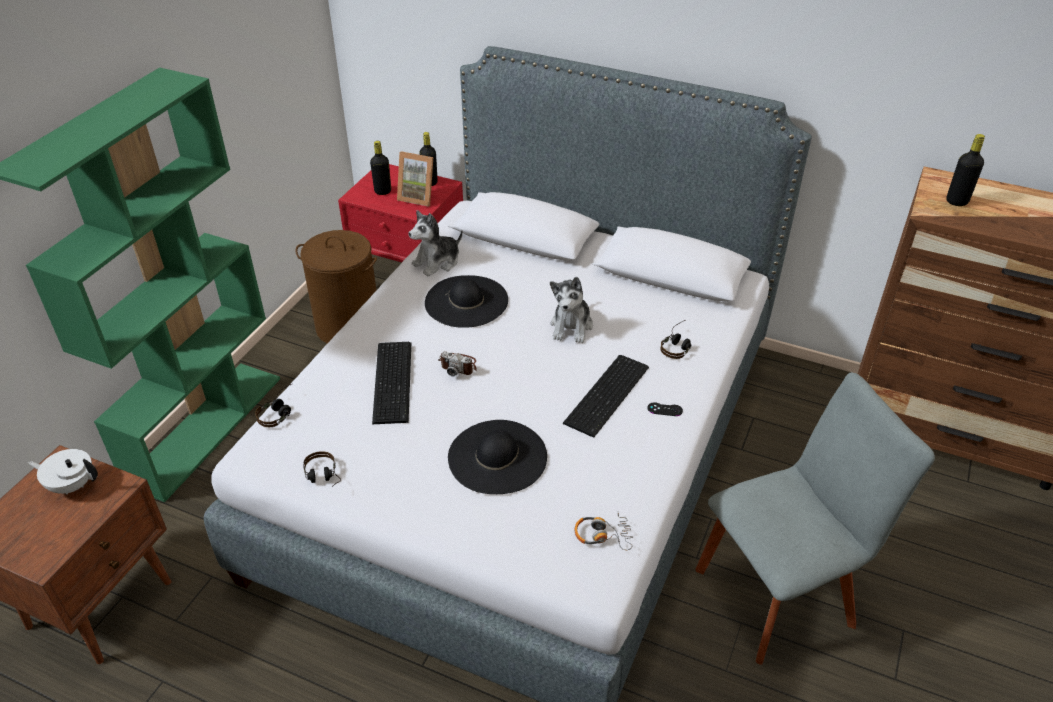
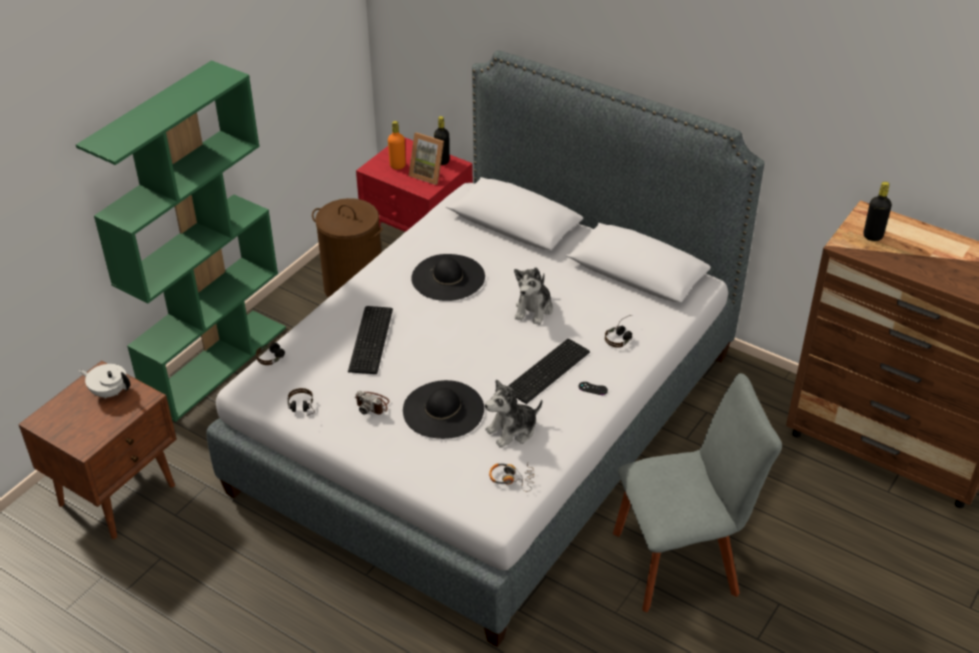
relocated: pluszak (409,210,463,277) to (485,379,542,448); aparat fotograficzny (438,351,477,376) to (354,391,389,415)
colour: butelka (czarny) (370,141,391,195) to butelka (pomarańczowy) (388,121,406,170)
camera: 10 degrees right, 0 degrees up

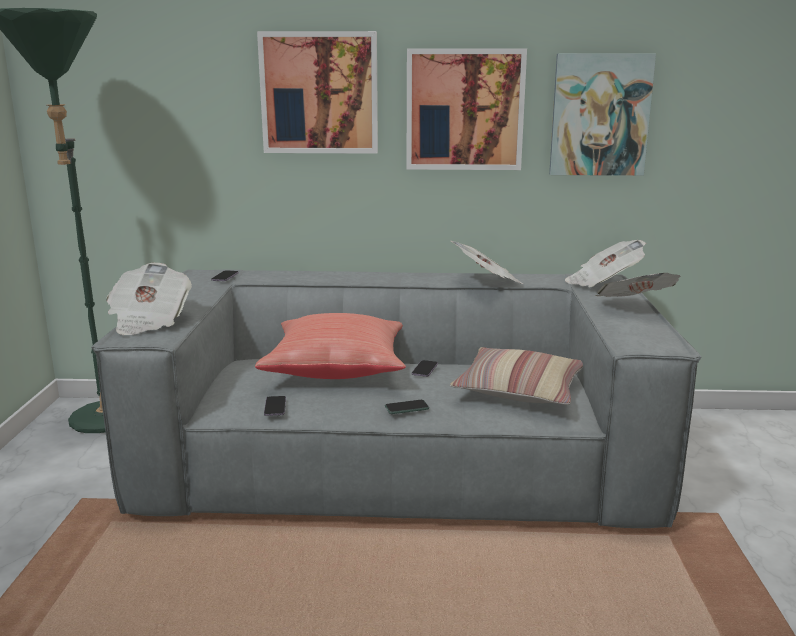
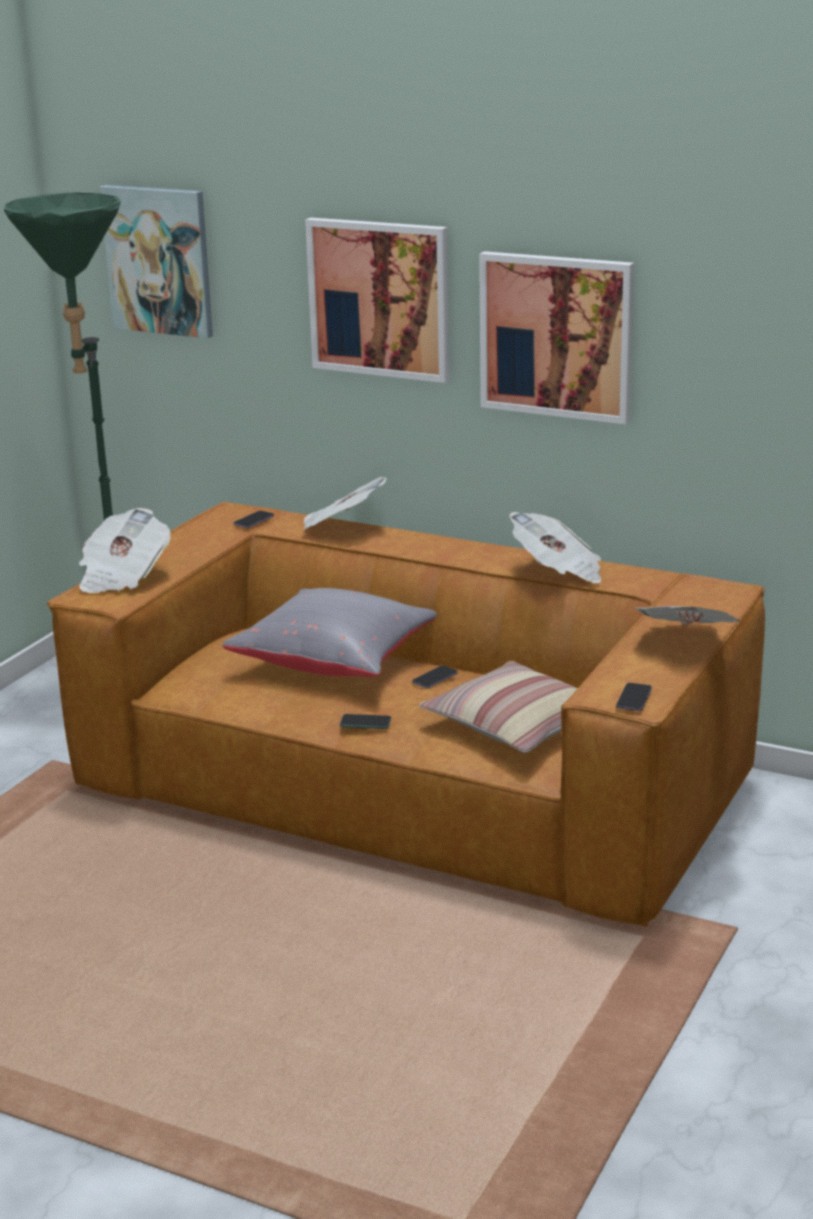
relocated: telefon (264,396,286,416) to (616,683,652,711); obraz (549,54,656,176) to (100,185,213,338); gazeta (565,240,646,287) to (303,476,387,530)
colour: kanapa (szary) (91,269,701,528) to kanapa (brązowy) (47,502,765,927); poduszka (czerwony) (255,313,406,379) to poduszka (szary) (222,588,437,677)
camera: 25 degrees right, 5 degrees up

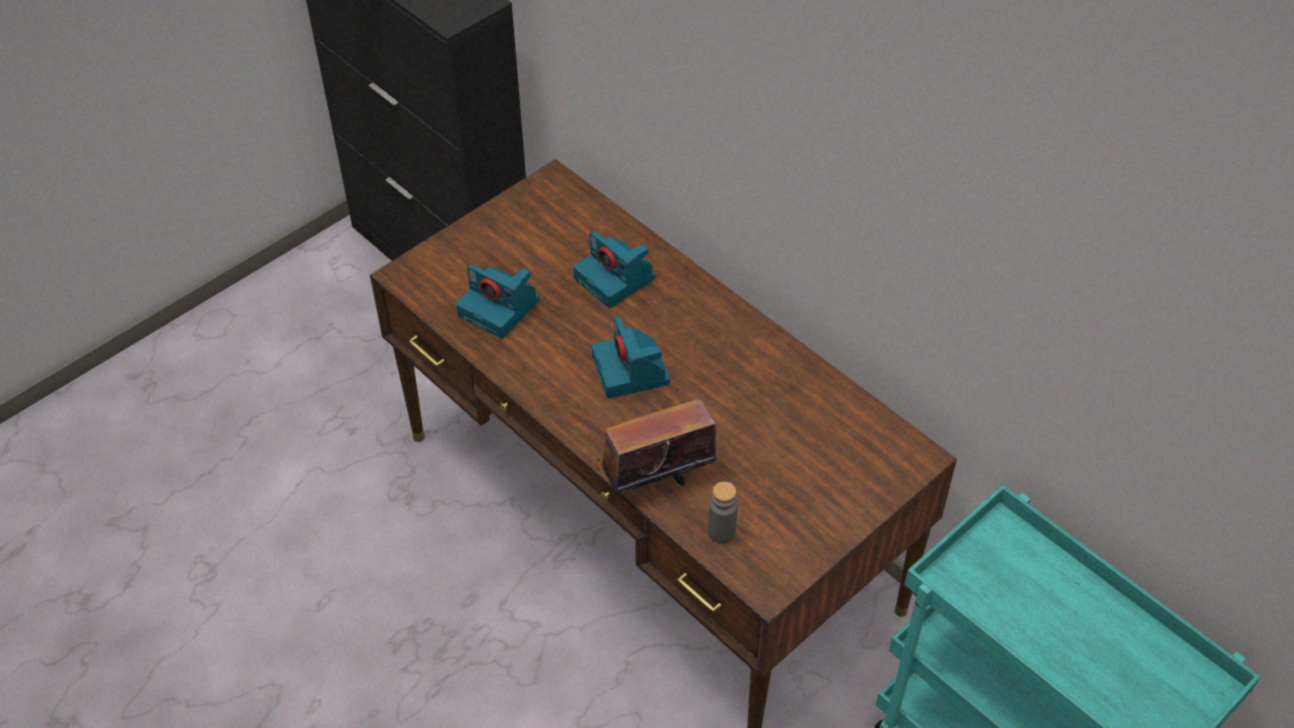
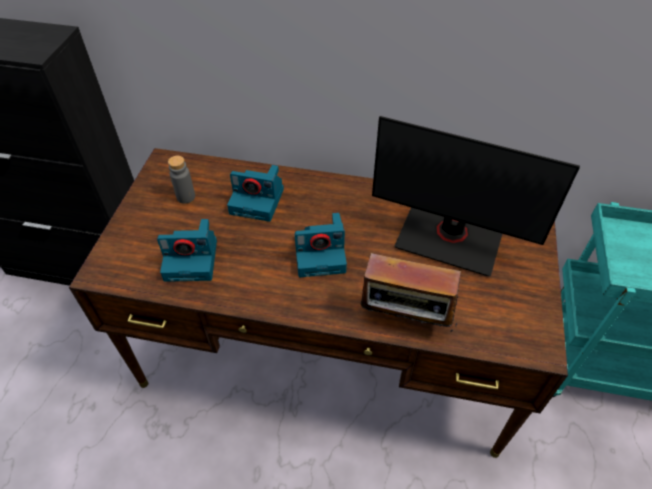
appeared: monitor (372,116,580,276)
relocated: butelka (szary) (708,482,738,544) to (168,156,195,204)
spun: aparat fotograficzny (592,316,670,399) = (295,212,347,277) 45 degrees counterclockwise; radio (596,389,728,492) = (361,253,461,334) 105 degrees counterclockwise
camera: 35 degrees left, 0 degrees up

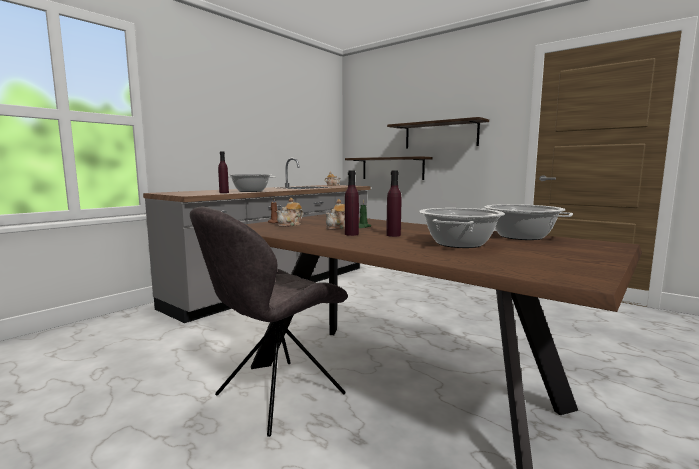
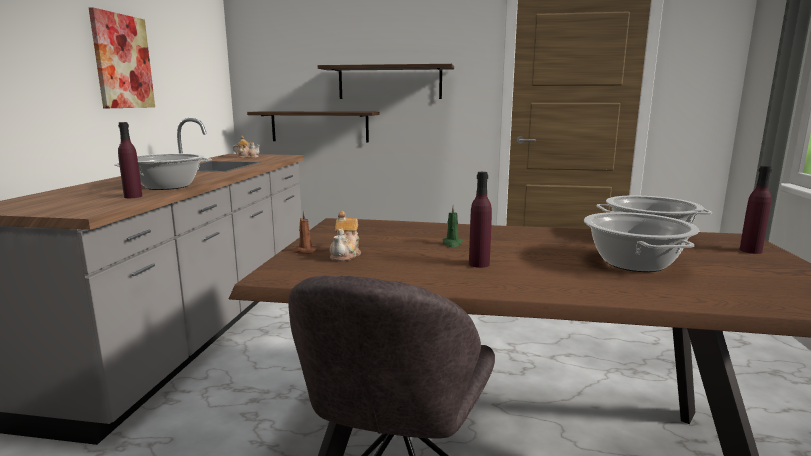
missing: imbryk (325,199,345,230)
appeared: obraz (89,7,155,108)
relocated: butelka (fioletowy) (386,170,401,237) to (740,166,772,254)
camera: 30 degrees left, 5 degrees up

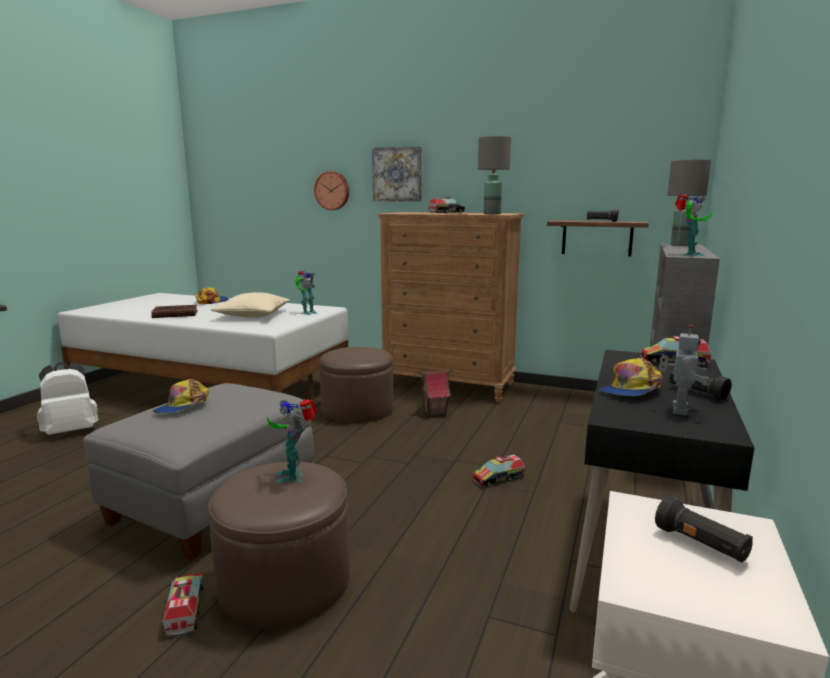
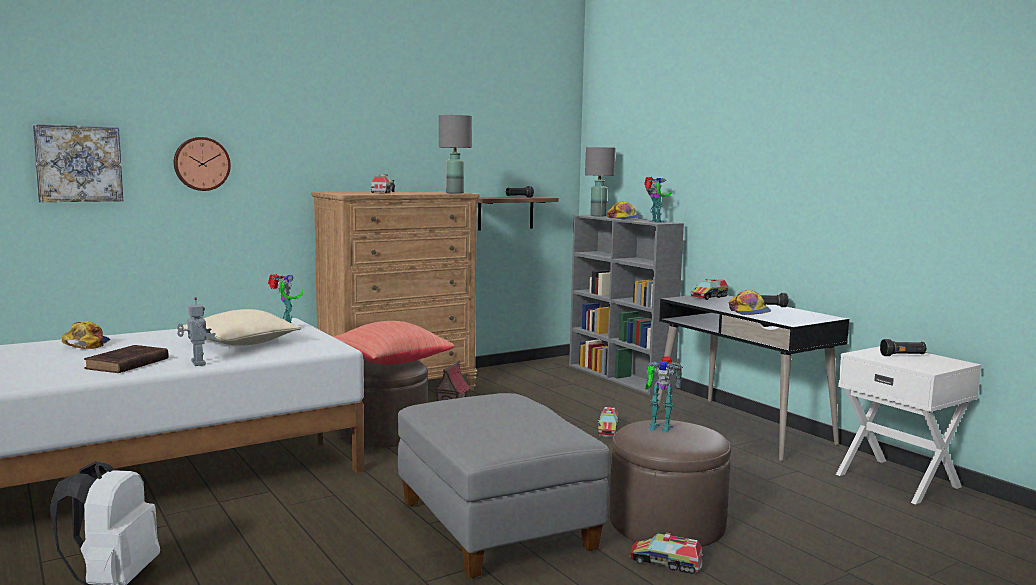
appeared: poduszka (czerwony) (333,321,454,365)
relocated: czapka z daszkiem (153,379,209,413) to (607,201,643,219); obraz (372,146,422,201) to (33,124,123,202); robot zabawkowy (659,325,709,416) to (177,297,216,366)
camera: 55 degrees left, 5 degrees down

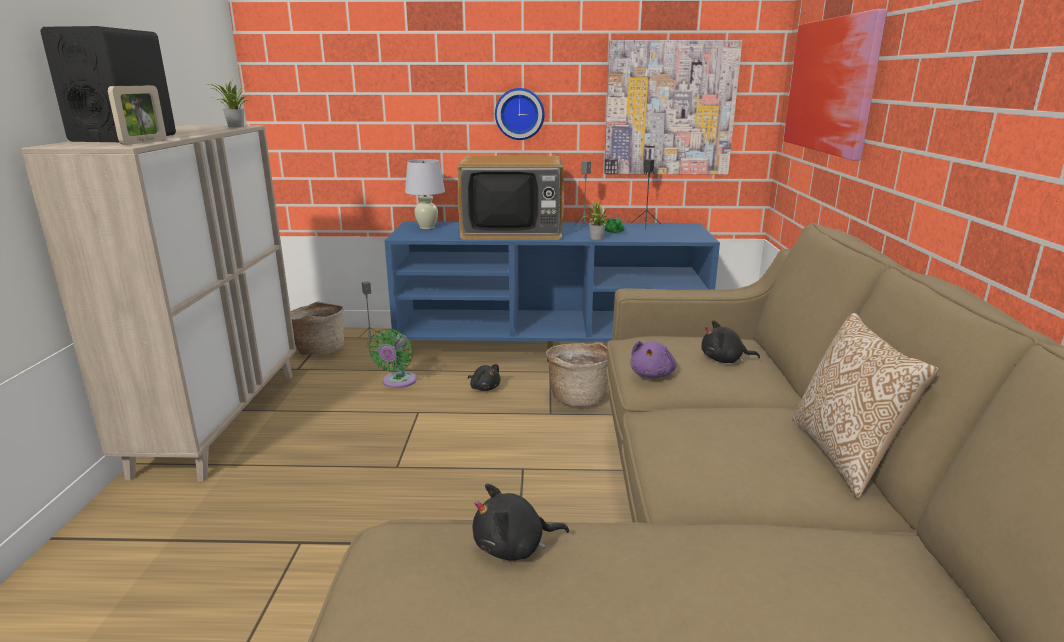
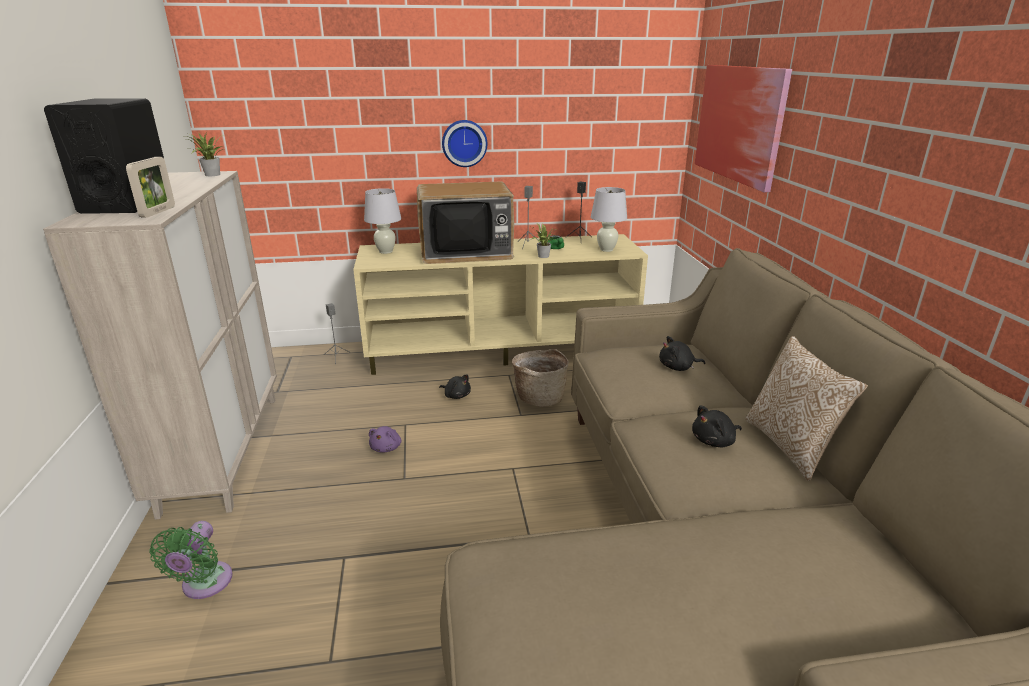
missing: koszyk (291,301,344,356); obraz (604,40,742,175)
appeared: lampa stołowa (biały) (591,187,627,252)
relocated: wentylator (zielony) (368,328,416,388) to (149,521,233,599); pluszak (czarny) (473,484,569,561) to (692,406,742,447); pluszak (fioletowy) (630,341,677,378) to (369,426,401,453)
colour: szafka pod telewizor (niebieski) (385,221,720,362) to szafka pod telewizor (beżowy) (353,234,648,375)
camera: 10 degrees left, 5 degrees up

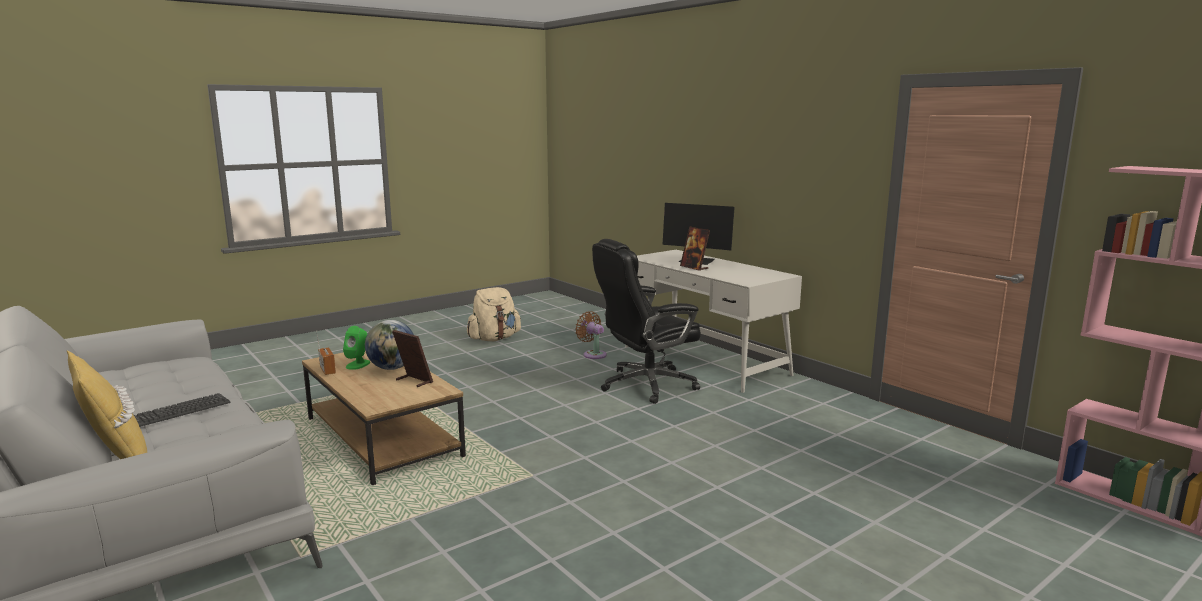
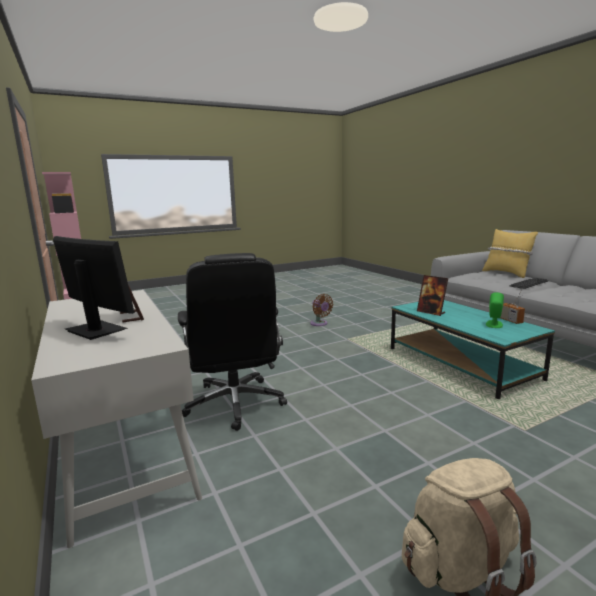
missing: globus (365,320,414,370)
relocated: wentylator (brązowy) (575,311,607,359) to (310,294,333,326)
colour: ława (brązowy) (302,351,466,485) to ława (turkusowy) (391,300,555,399)
spun: krzesło biurowe (czarny) (592,239,701,404) = (178,253,287,431) 90 degrees clockwise
camera: 170 degrees left, 0 degrees up

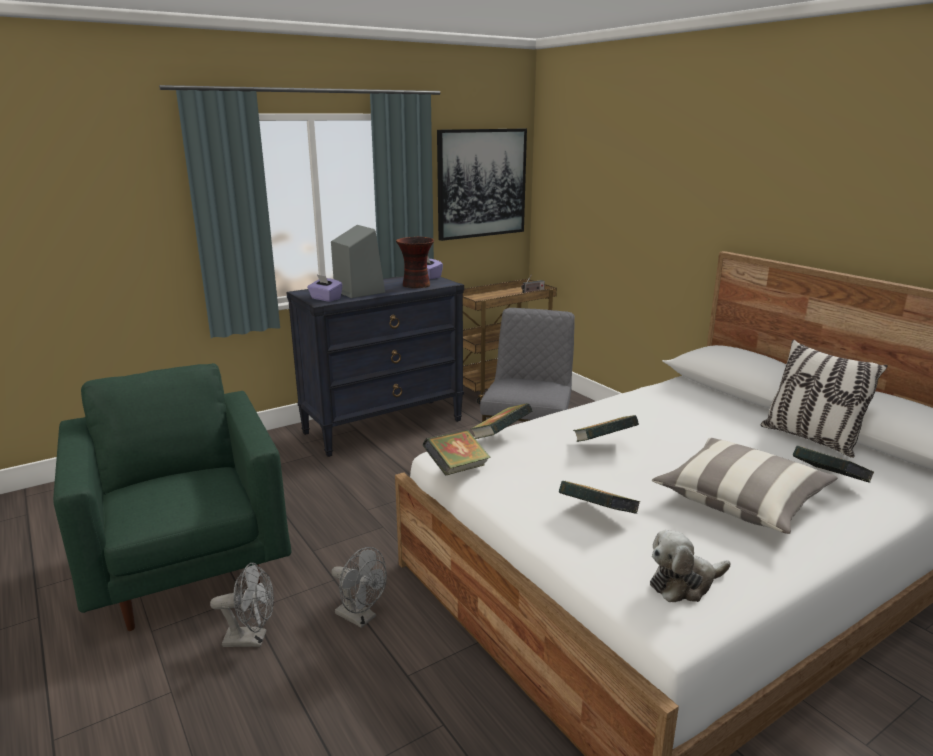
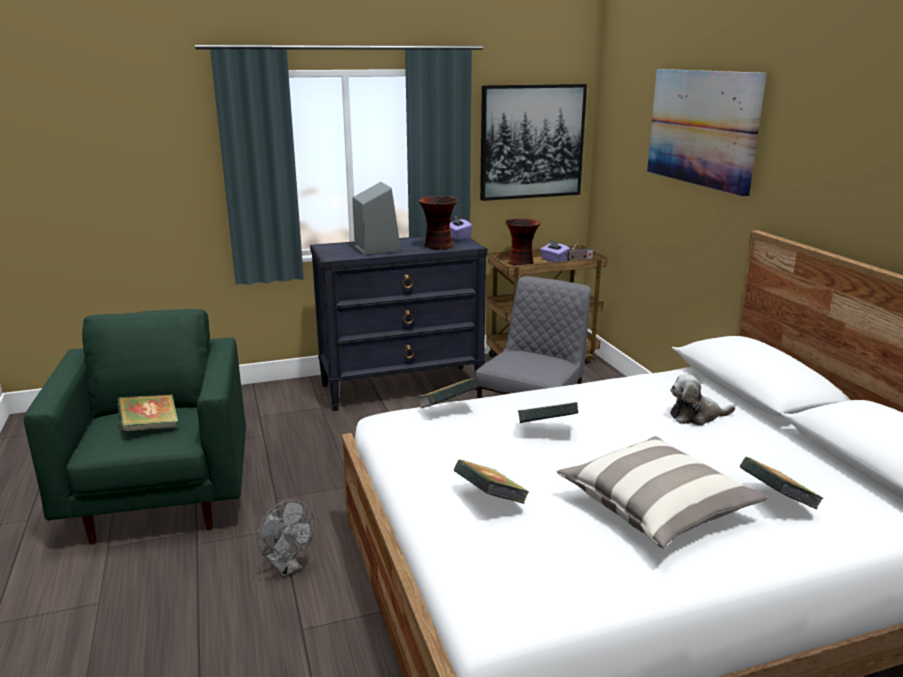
missing: wentylator (szary) (210,563,274,647); poduszka (761,340,888,458)
appeared: wazon (505,218,541,266); obraz (647,69,767,197)
relocated: pudełko chusteczek (fioletowy) (307,275,343,302) to (540,239,570,262); książka (423,430,491,476) to (117,394,178,432); pluszak (650,530,730,602) to (670,374,735,426)
camera: 15 degrees right, 0 degrees up

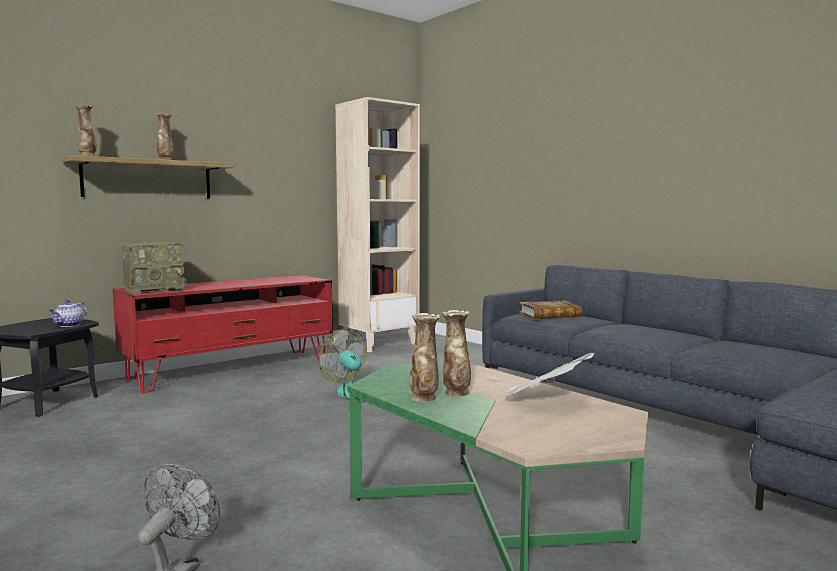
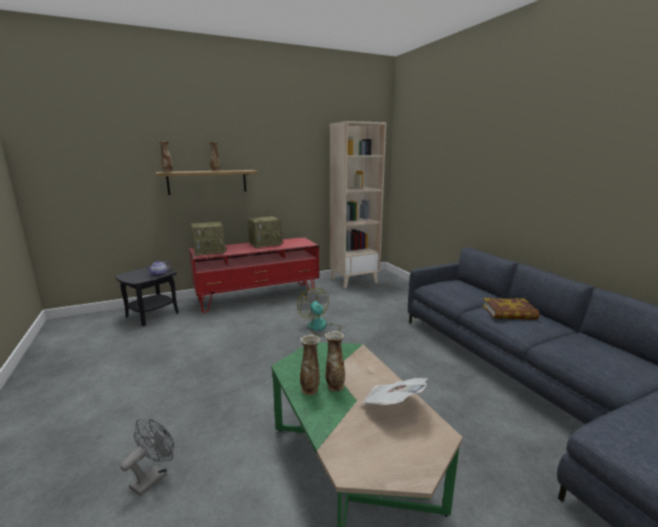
appeared: radio (248,216,284,248)
relocated: książka (519,300,582,319) to (483,298,539,320)
camera: 15 degrees right, 10 degrees up

